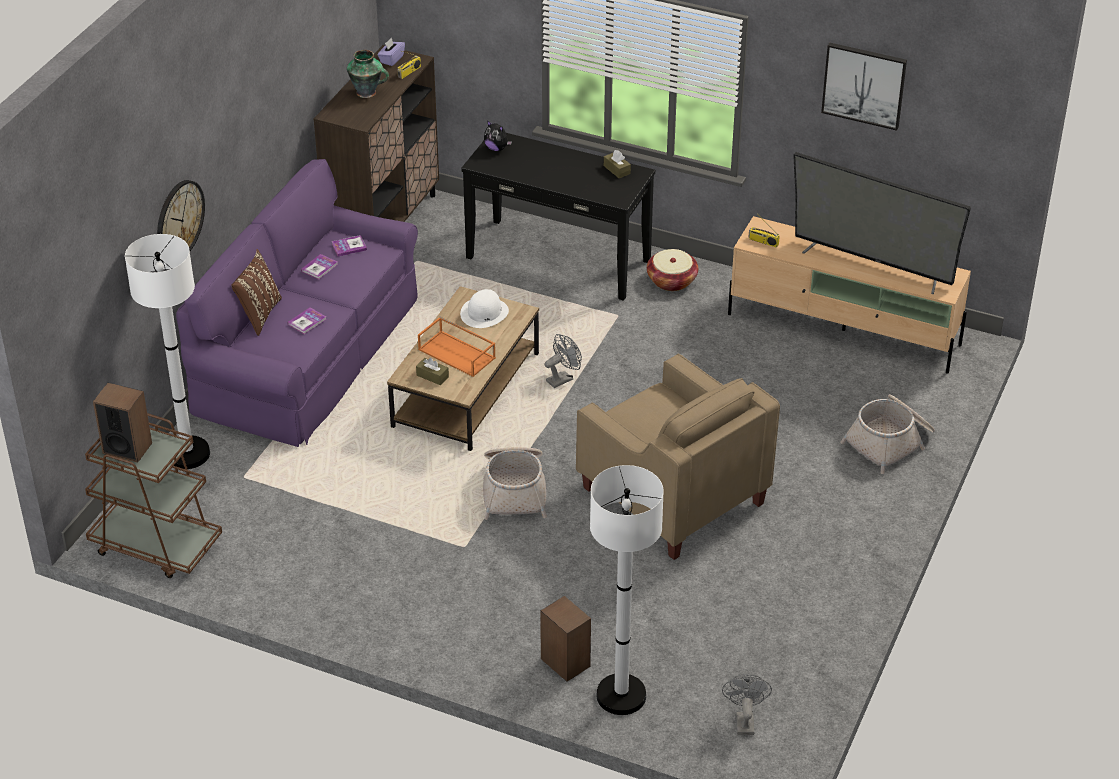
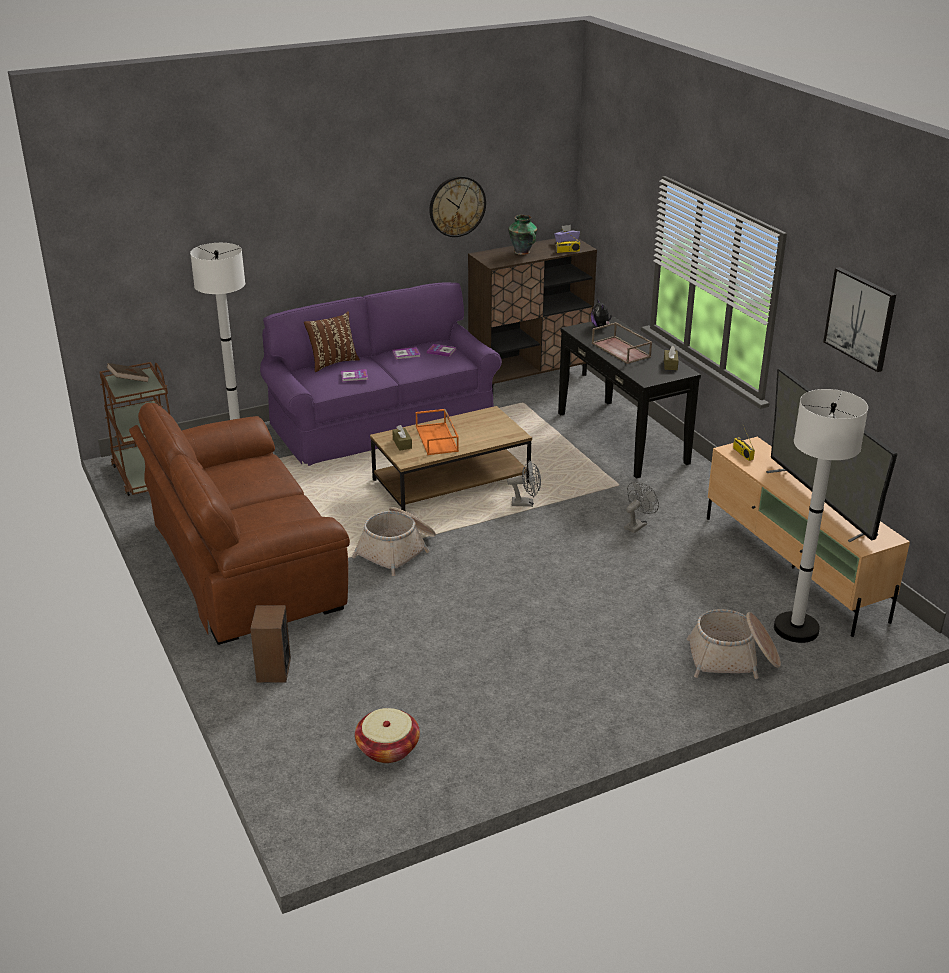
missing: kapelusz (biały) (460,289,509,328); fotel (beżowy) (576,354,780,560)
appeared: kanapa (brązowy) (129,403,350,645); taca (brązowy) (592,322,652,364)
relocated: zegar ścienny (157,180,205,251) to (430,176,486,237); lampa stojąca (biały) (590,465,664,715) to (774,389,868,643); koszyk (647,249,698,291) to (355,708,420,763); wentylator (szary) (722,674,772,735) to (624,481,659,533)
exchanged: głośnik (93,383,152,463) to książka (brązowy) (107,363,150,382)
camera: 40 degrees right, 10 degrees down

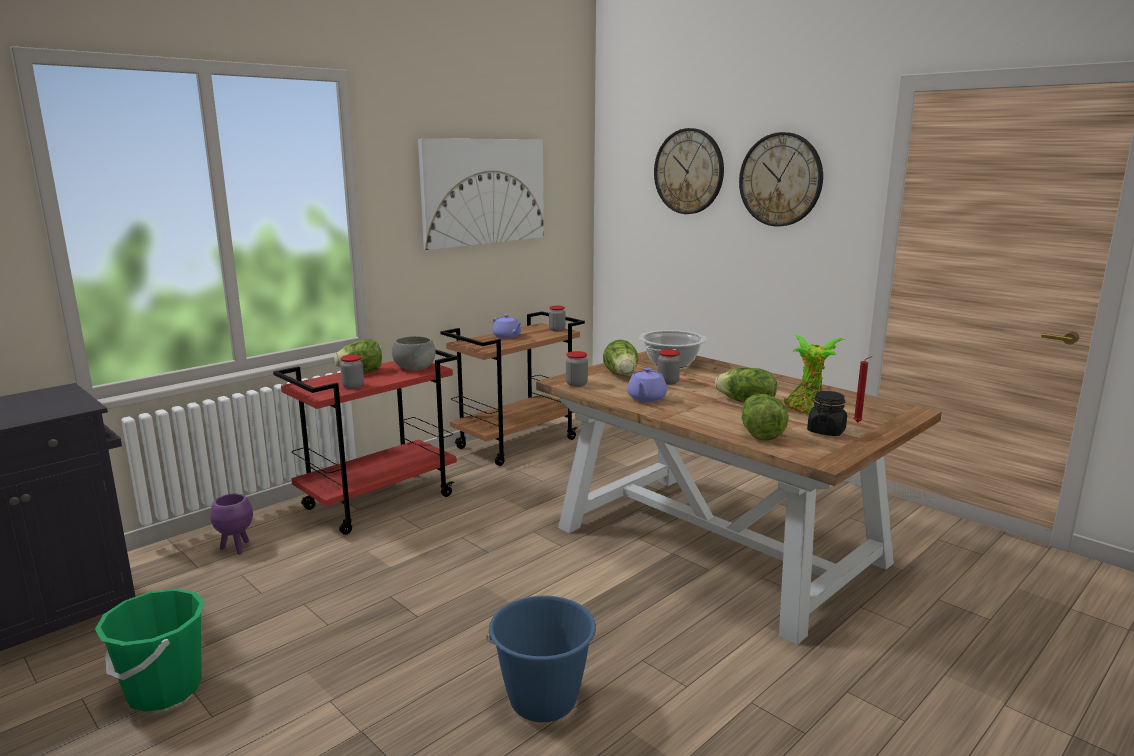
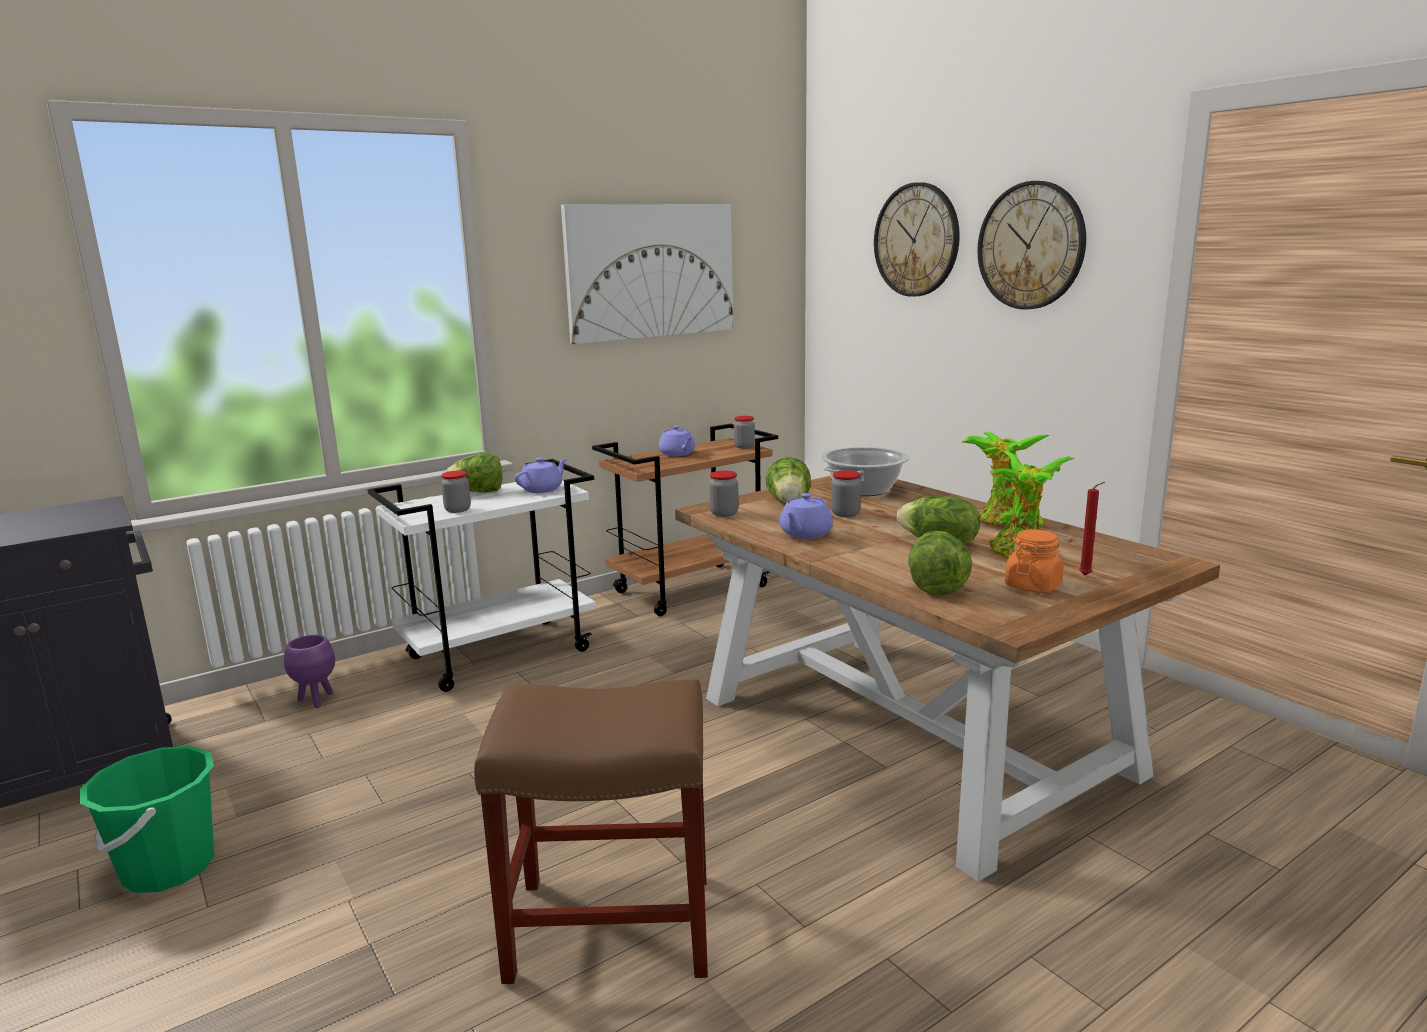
appeared: roślina doniczkowa (962,431,1049,527)
exchanged: miska (szary) (392,336,436,370) to imbryk (fioletowy) (514,458,567,493); wiadro (niebieski) (486,596,597,722) to stołek (brązowy) (474,679,708,984)
colour: wózek (czerwony) (273,350,458,535) to wózek (biały) (367,459,596,692); słoik (czarny) (807,391,847,436) to słoik (pomarańczowy) (1005,529,1064,593)
camera: 10 degrees right, 0 degrees up

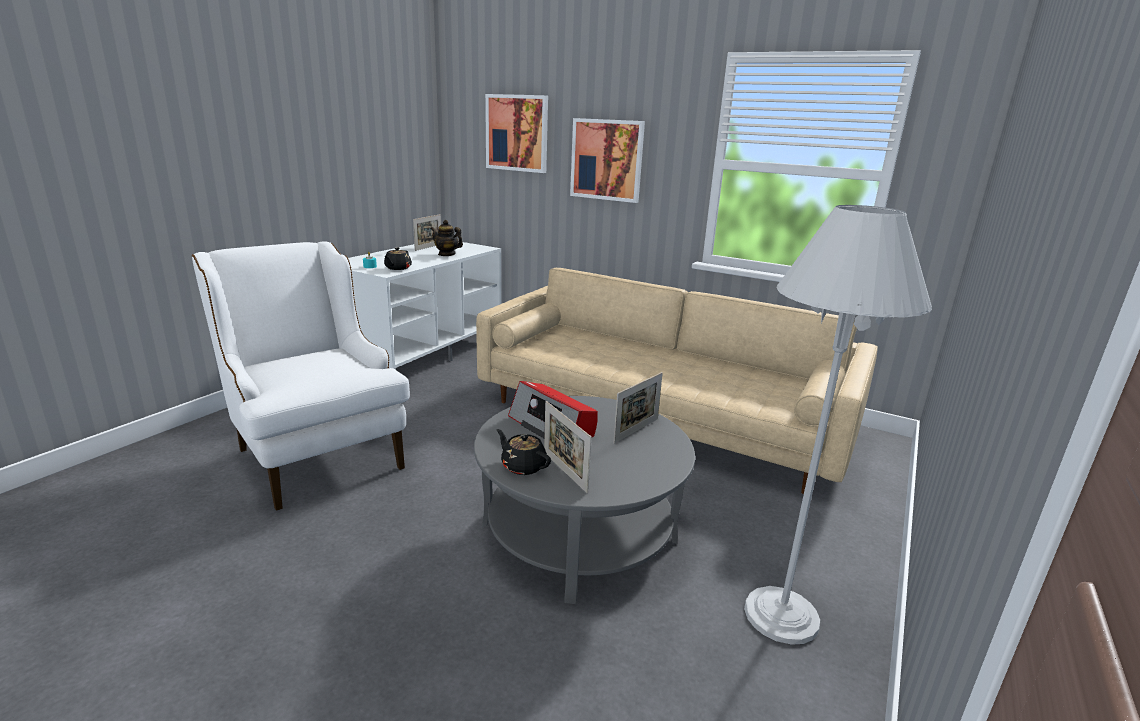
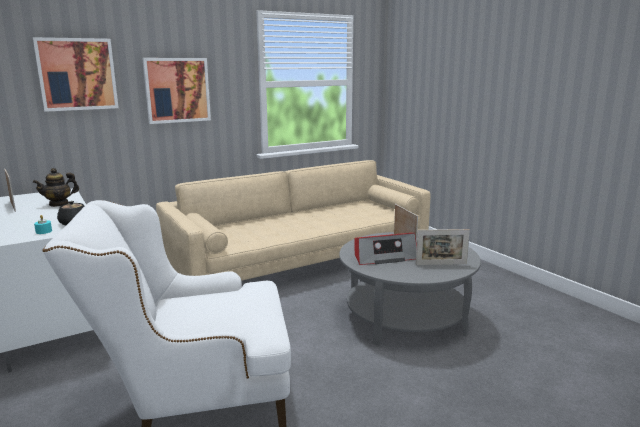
missing: imbryk (czarny) (497,429,551,475); lampa stojąca (biały) (744,205,932,645)
camera: 60 degrees left, 5 degrees down

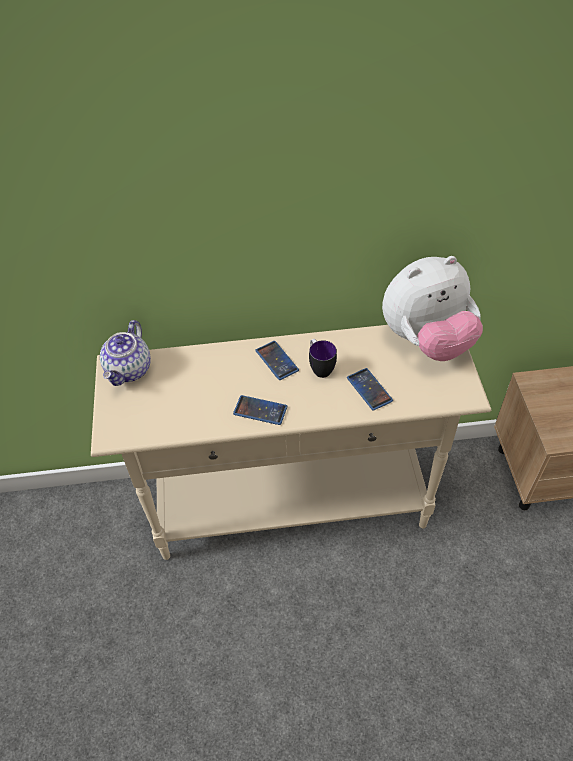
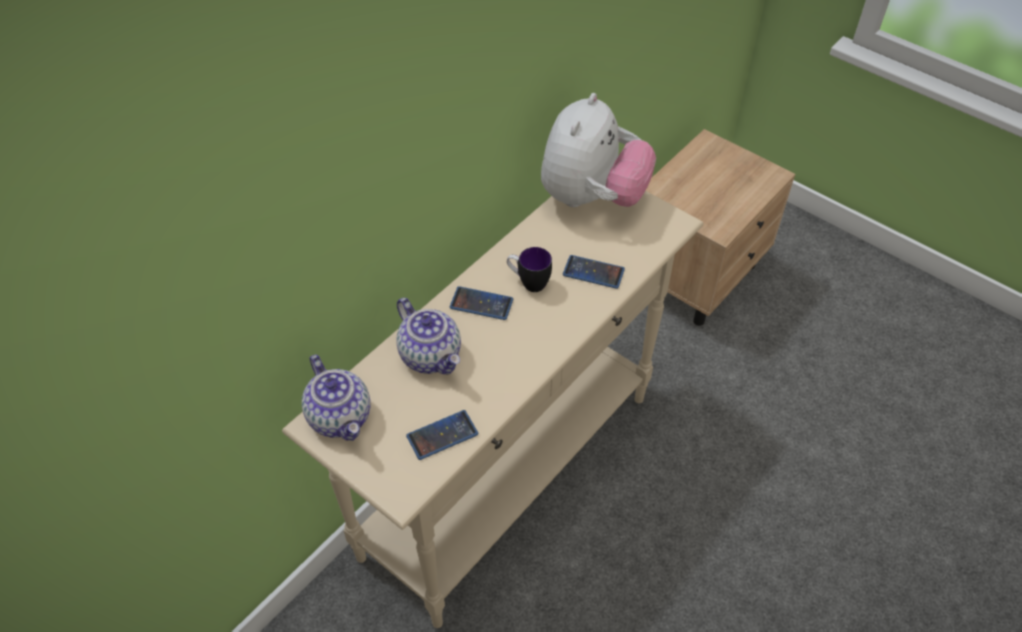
appeared: imbryk (396,298,461,374)
relocated: telefon (233,395,287,425) to (406,410,478,460)
camera: 45 degrees left, 0 degrees up

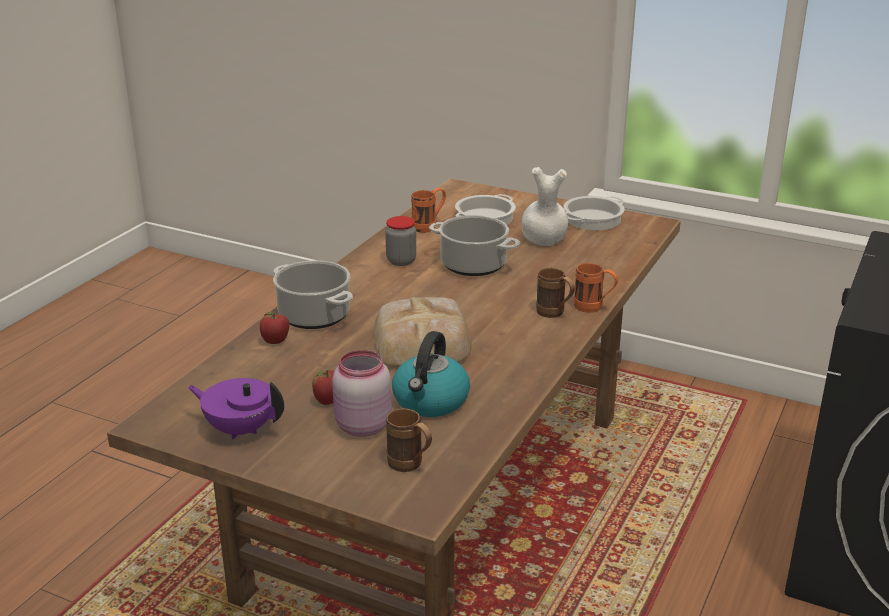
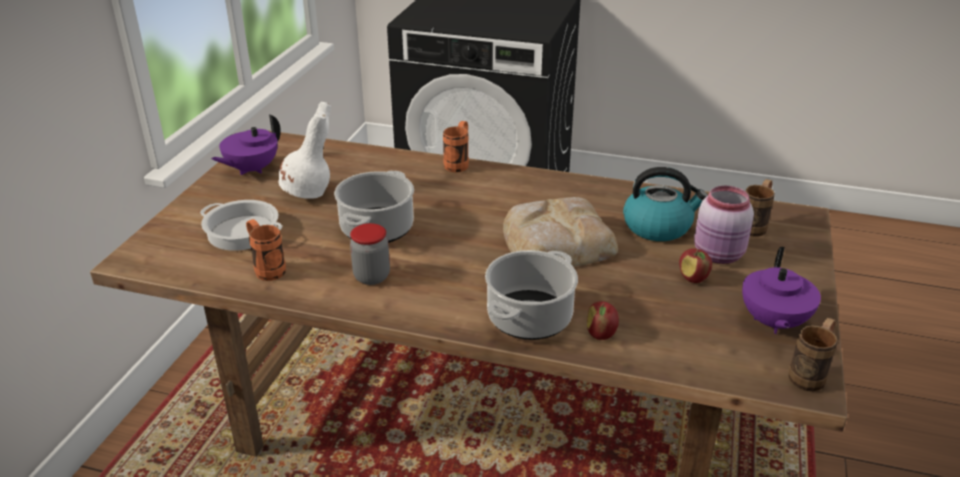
relocated: kubek (brązowy) (536,268,575,318) to (788,318,838,391)
exchanged: garnek (563,196,625,230) to imbryk (fioletowy) (211,114,281,175)
camera: 100 degrees left, 5 degrees up

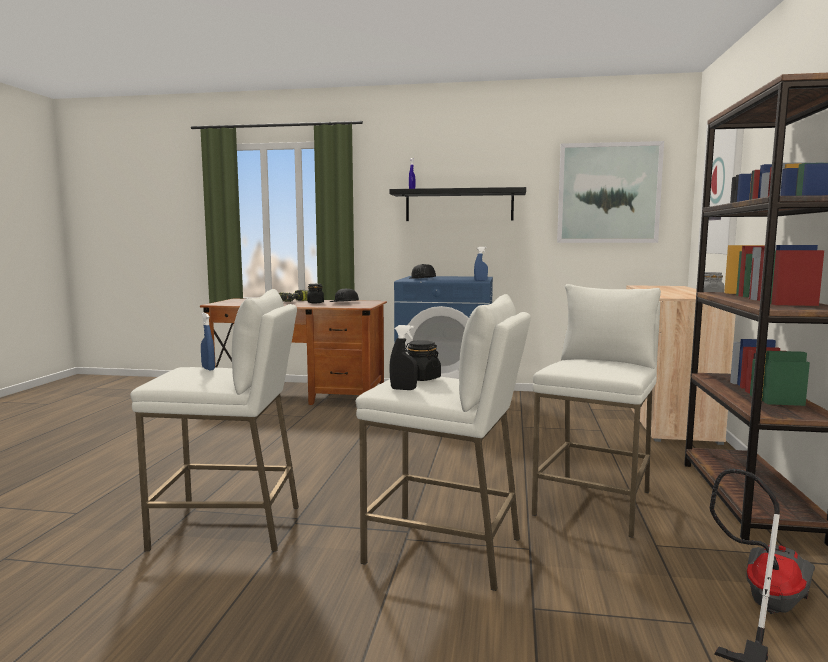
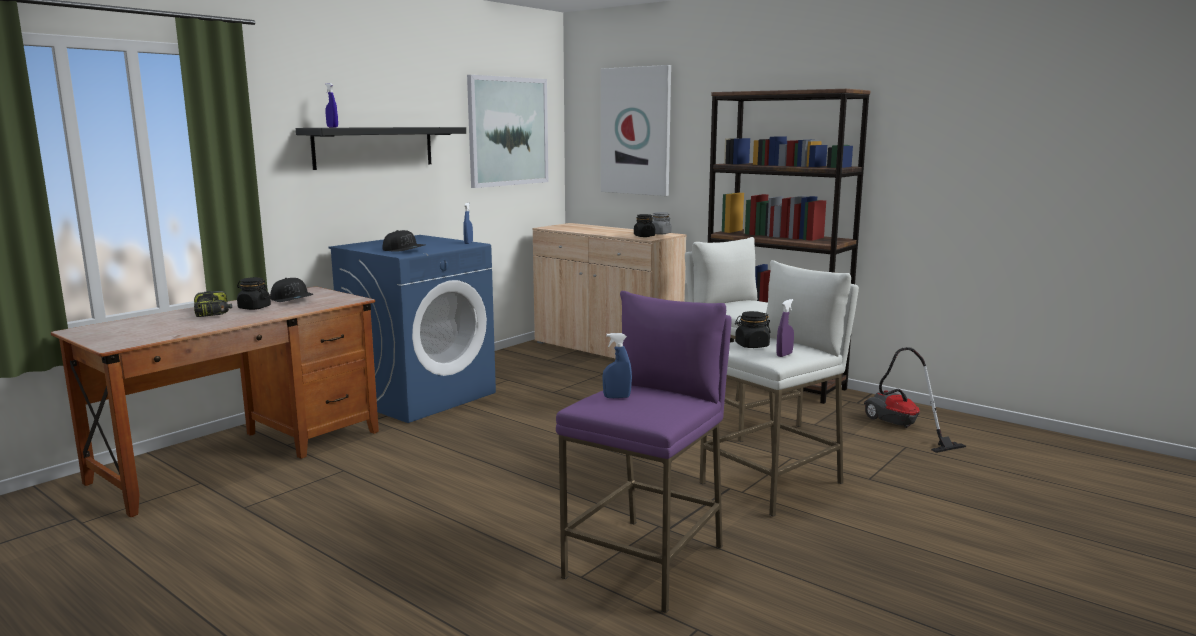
appeared: słoik (czarny) (634,214,655,237)
colour: stołek (biały) (130,289,299,551) to stołek (fioletowy) (556,291,732,613); spryskiwacz (czarny) (389,325,418,390) to spryskiwacz (fioletowy) (776,299,794,357)
camera: 60 degrees left, 5 degrees up

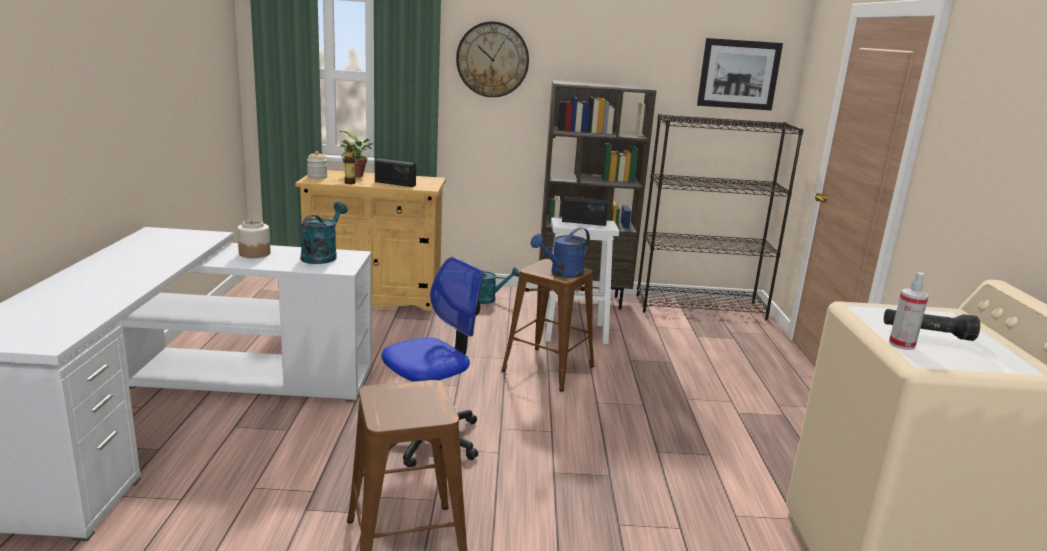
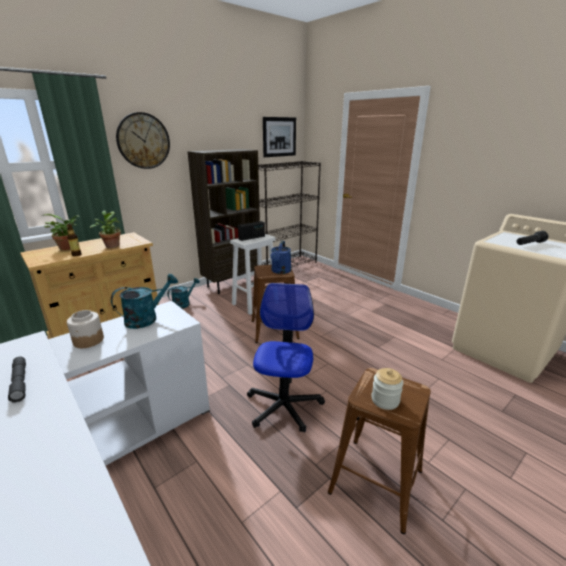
missing: spryskiwacz (889,272,929,350)
appeared: latarka (szary) (8,357,26,403)
relocated: słoik (307,151,327,179) to (371,368,403,410)
exchanged: radio (375,159,416,187) to roślina doniczkowa (90,211,121,248)
spun: konewka (turkusowy) (301,202,348,264) = (111,274,178,329) 75 degrees clockwise
camera: 40 degrees left, 5 degrees up

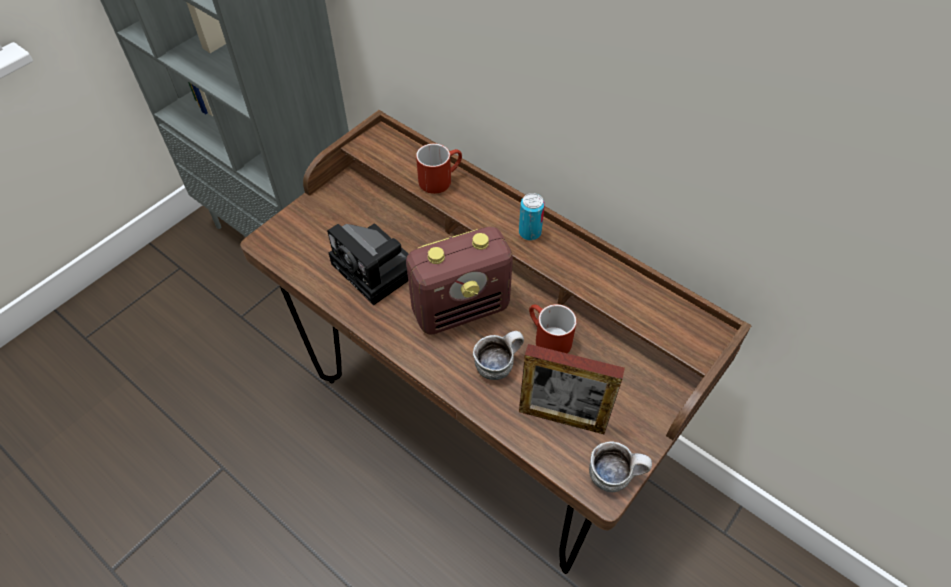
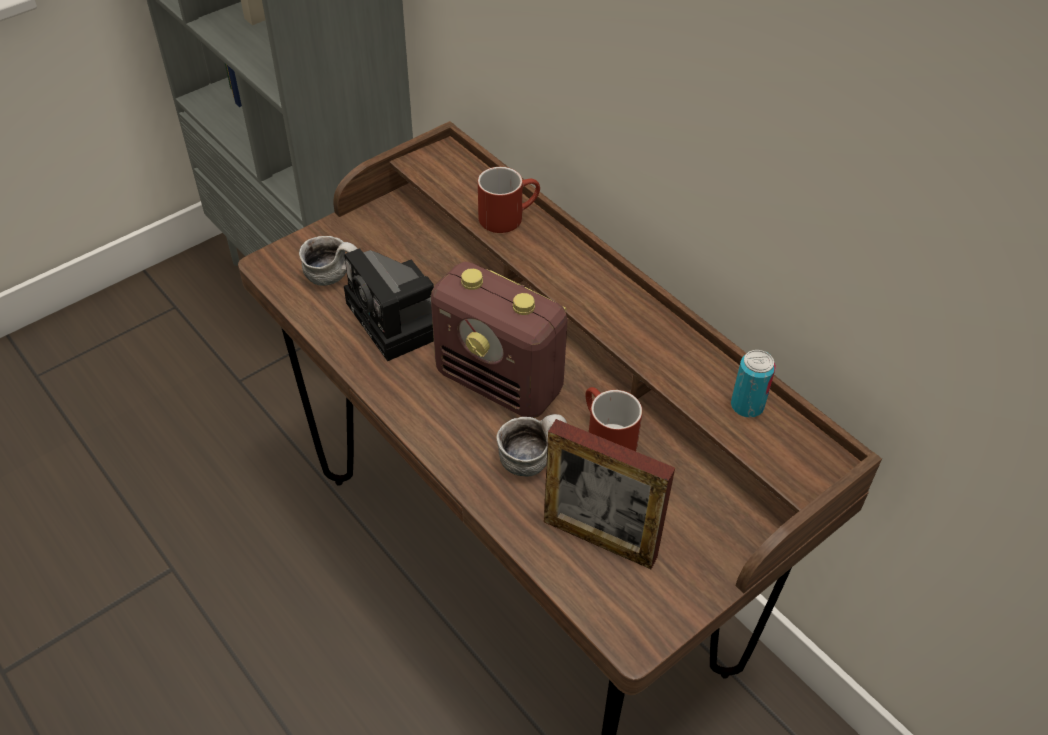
relocated: puszka (519,193,545,240) to (731,350,776,418); kubek (589,441,652,492) to (299,236,358,286)
spun: radio (406,227,513,335) = (431,262,568,418) 45 degrees clockwise
camera: 10 degrees right, 5 degrees down

